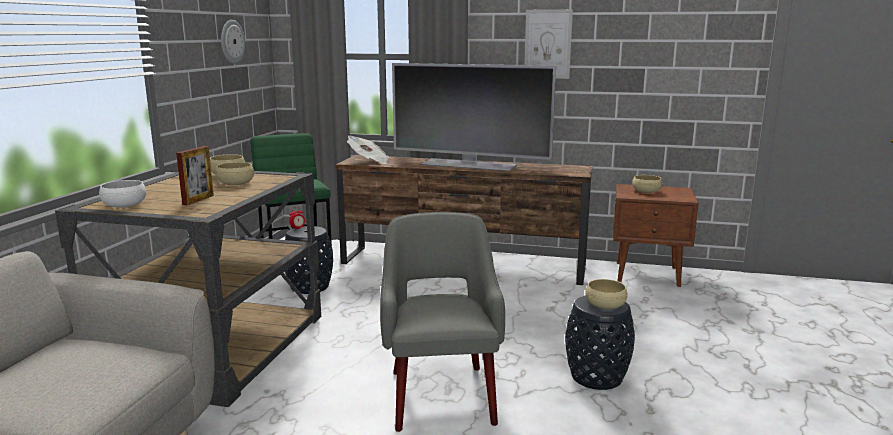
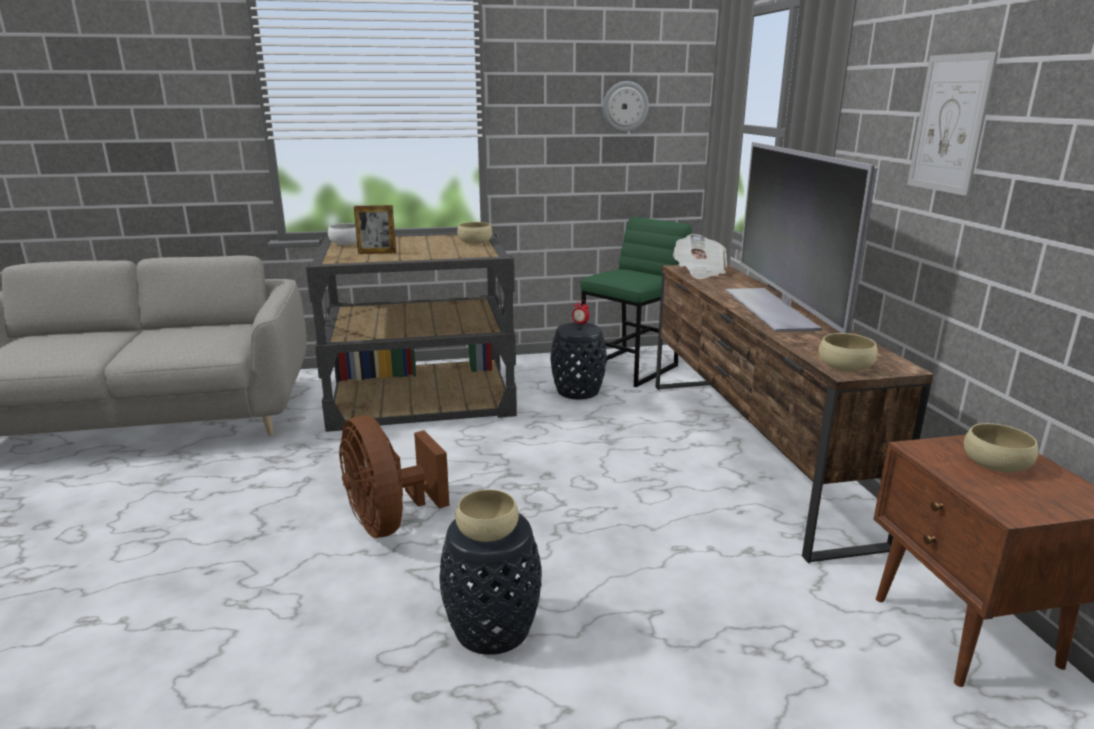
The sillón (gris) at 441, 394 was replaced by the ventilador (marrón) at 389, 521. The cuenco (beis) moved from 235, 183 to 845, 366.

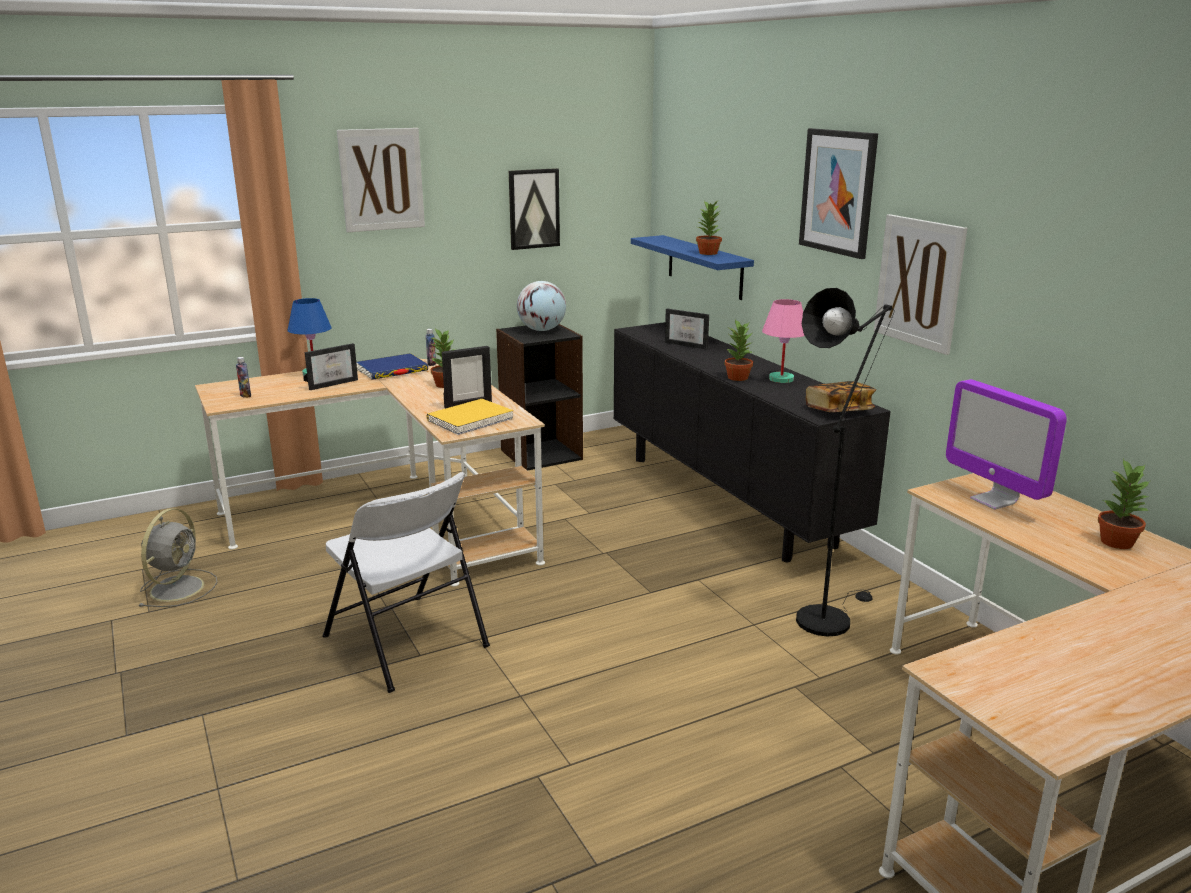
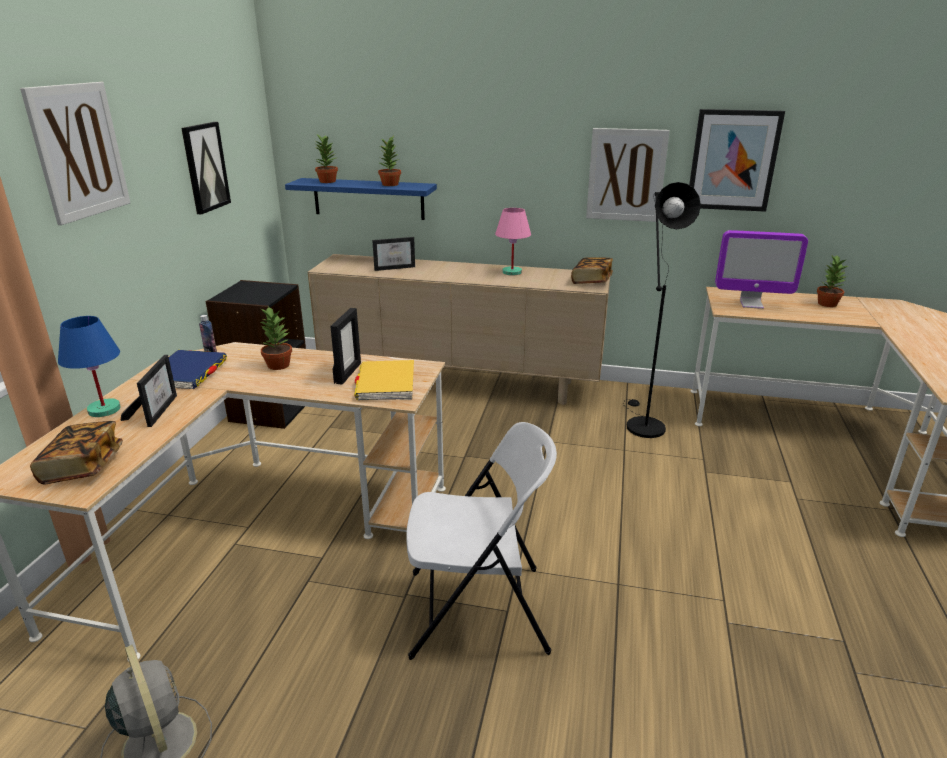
The botella at 245, 395 was replaced by the libro at 83, 467. The armario (negro) at 727, 499 became the armario (beis) at 460, 381. The planta en maceta moved from 738, 377 to 327, 181. The cuadro moved from 838, 192 to 733, 160. The globo terráqueo at 542, 330 disappeared.

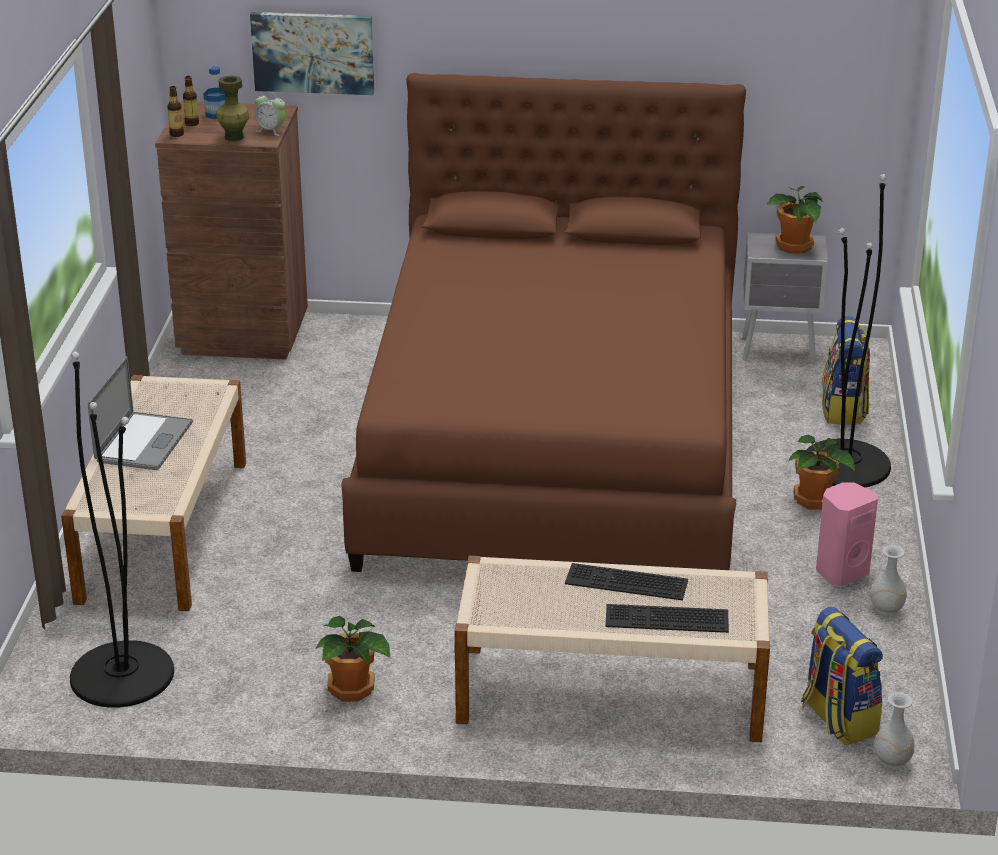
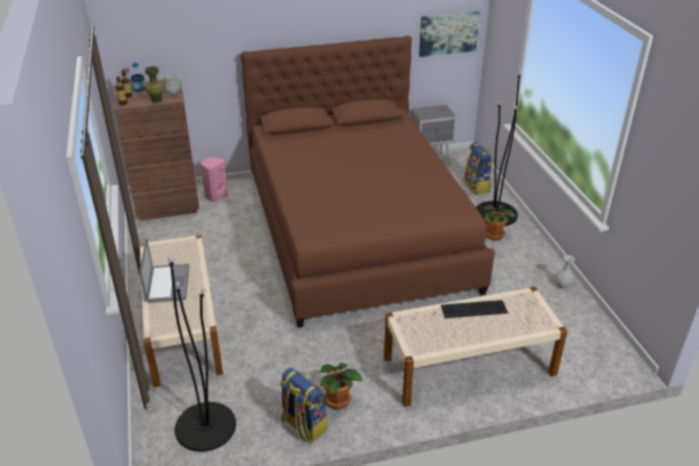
The altavoz (rosa) moved from 840, 571 to 215, 196. The mochila moved from 837, 719 to 303, 425. The cuadro moved from 313, 52 to 448, 33. The teclado at 665, 620 disappeared. The planta en maceta at 794, 247 disappeared. The florero (blanco) at 891, 761 disappeared.

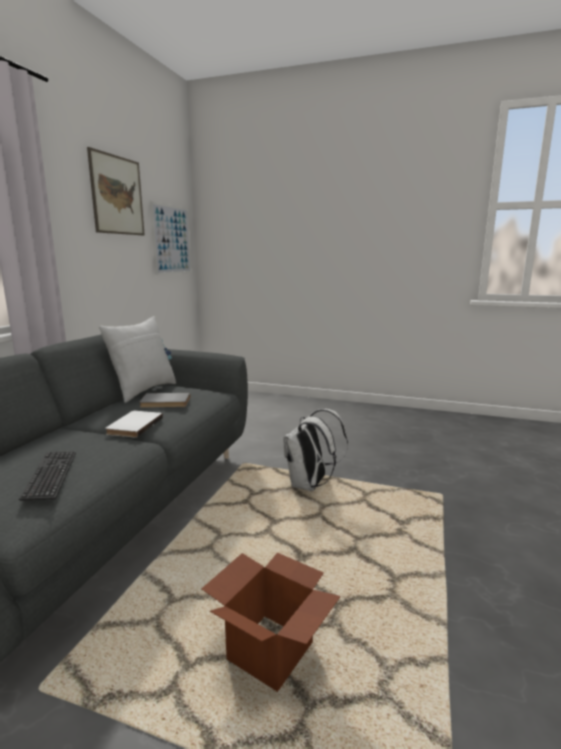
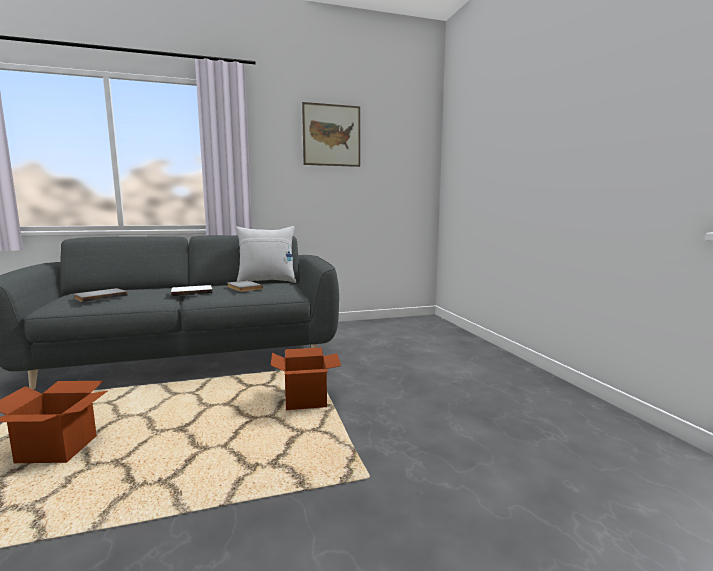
The teclado at 50, 476 was replaced by the libro (gris) at 100, 297. The mochila (blanco) at 310, 485 was replaced by the caja de cartón at 305, 401. The cuadro at 171, 240 disappeared.

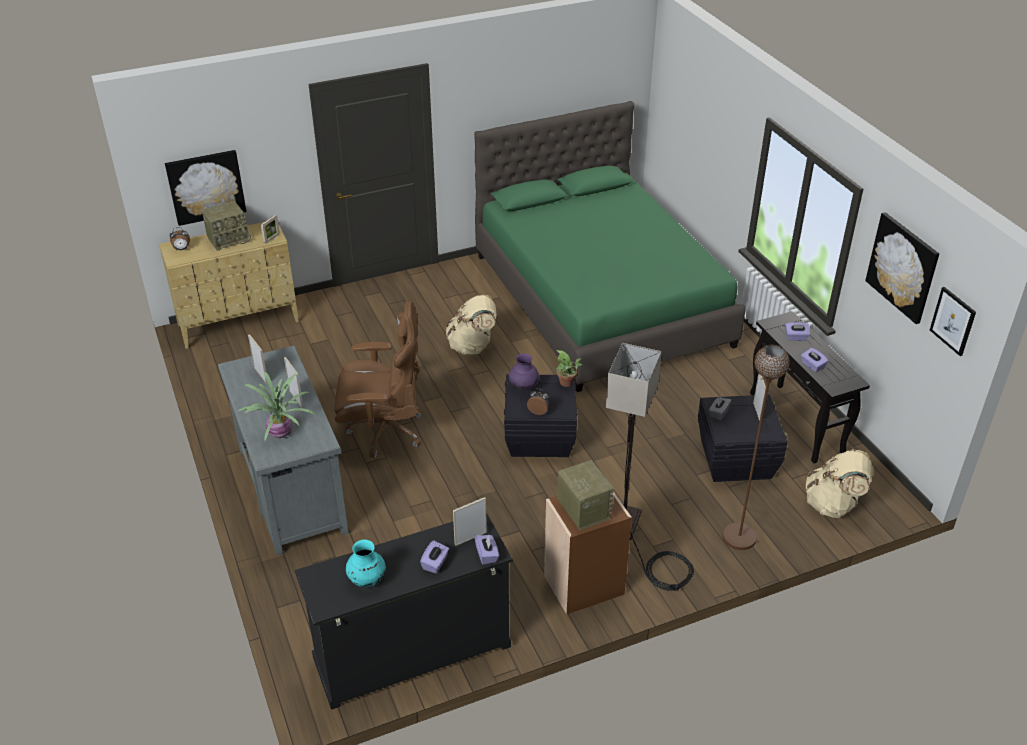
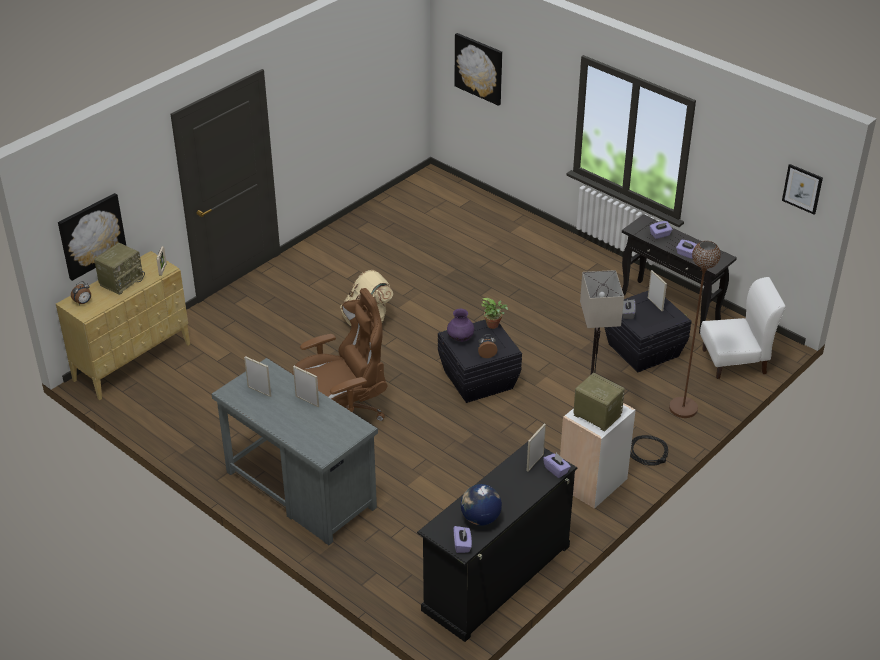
The cuadro moved from 903, 267 to 479, 68. The caja de pañuelos (morado) moved from 435, 563 to 462, 545. The florero (turquesa) at 366, 580 was replaced by the globo terráqueo at 480, 519. The estantería (marrón) at 583, 586 became the estantería (blanco) at 592, 483. The mochila (beis) at 833, 504 was replaced by the silla (blanco) at 734, 361. The planta en maceta at 279, 434 disappeared. The cama (verde) at 600, 299 disappeared.

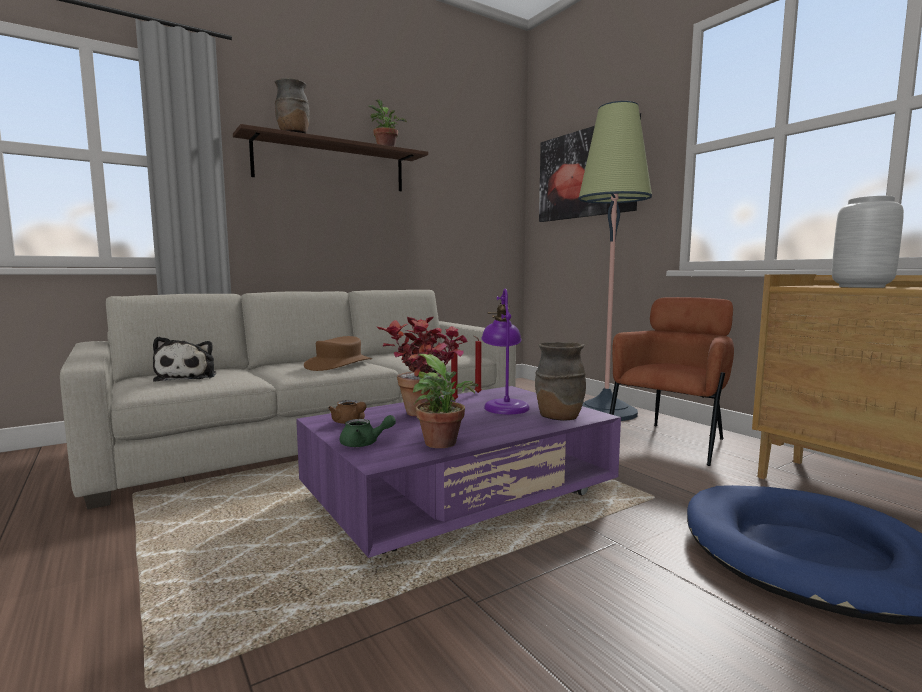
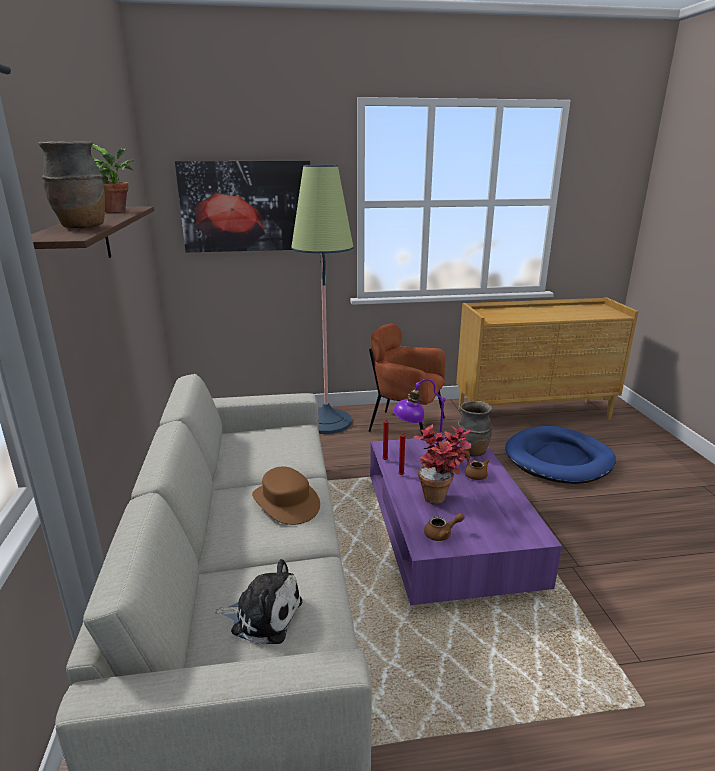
The sillón (marrón) at 671, 442 turned 45 degrees counterclockwise. The tetera (marrón) at 474, 473 appeared. The tetera (verde) at 364, 444 disappeared. The planta en maceta at 443, 444 disappeared. The florero (gris) at 860, 287 disappeared.

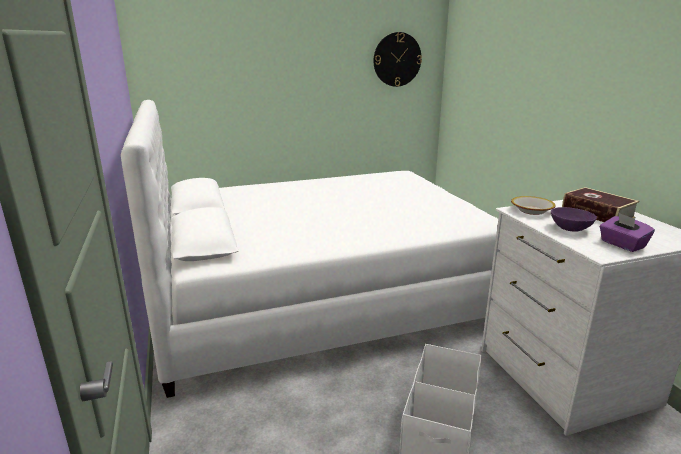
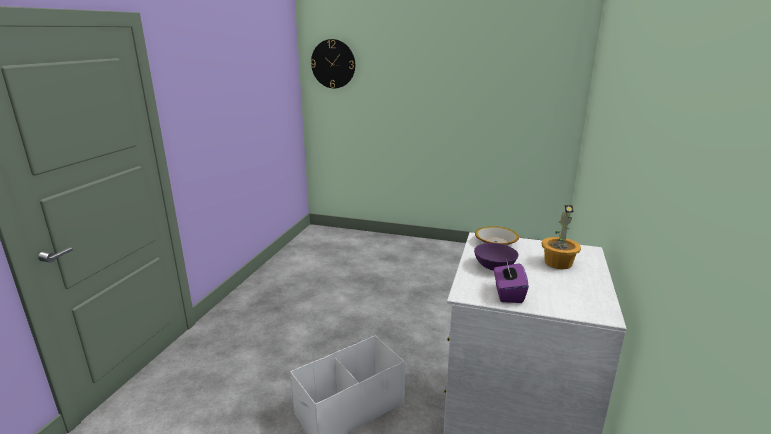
The reloj de pared moved from 397, 59 to 333, 64. The libro at 597, 213 was replaced by the planta en maceta at 558, 262. The cama (blanco) at 324, 294 disappeared.

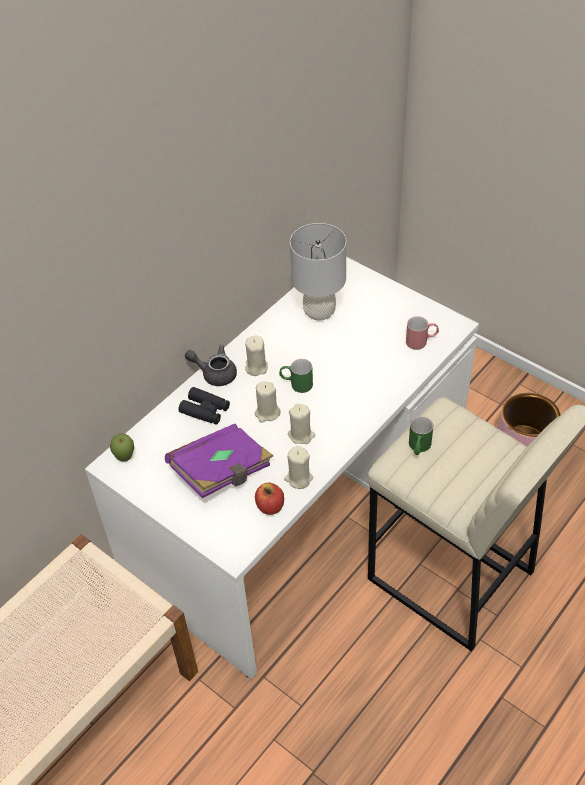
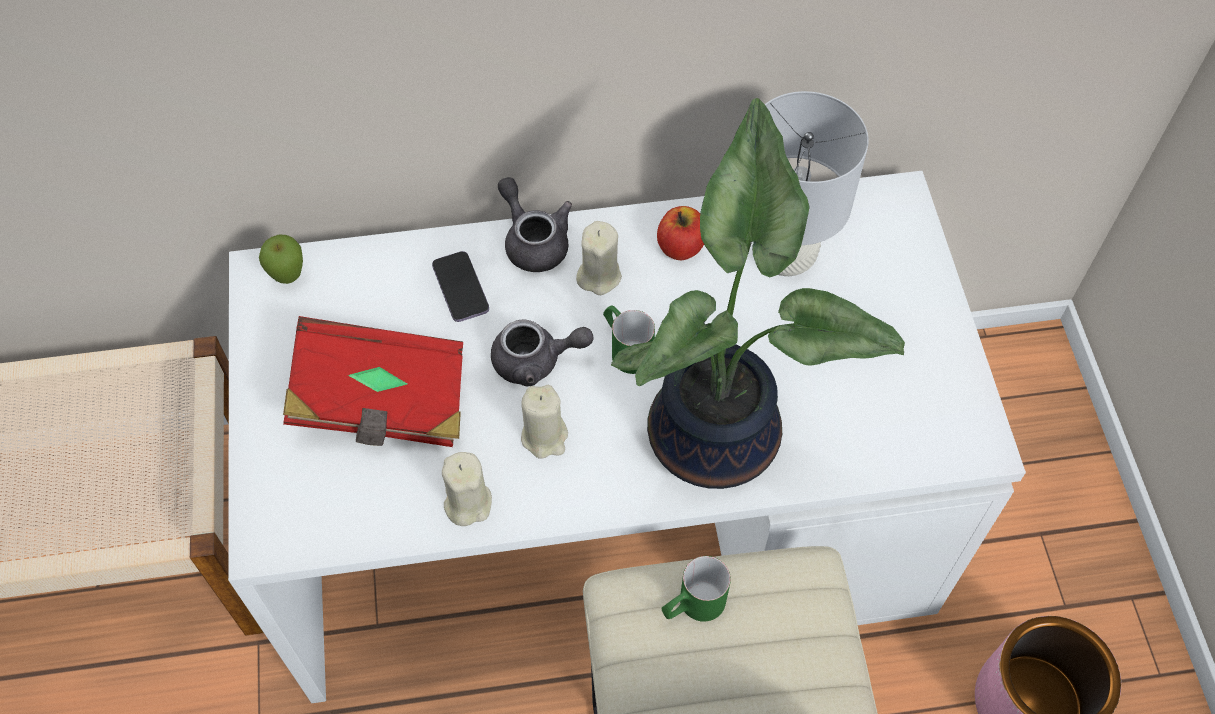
The libro (morado) at 222, 472 became the libro (rojo) at 381, 403. The prismáticos (negro) at 205, 410 was replaced by the móvil at 460, 288. The vela (beis) at 267, 413 was replaced by the tetera (gris) at 536, 361. The planta en maceta at 720, 430 appeared. The manzana moved from 270, 506 to 681, 247. The taza grande (rojo) at 421, 341 disappeared.

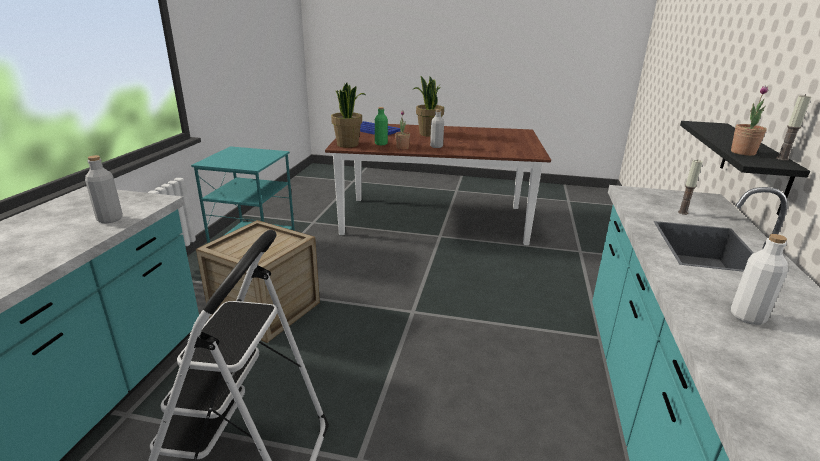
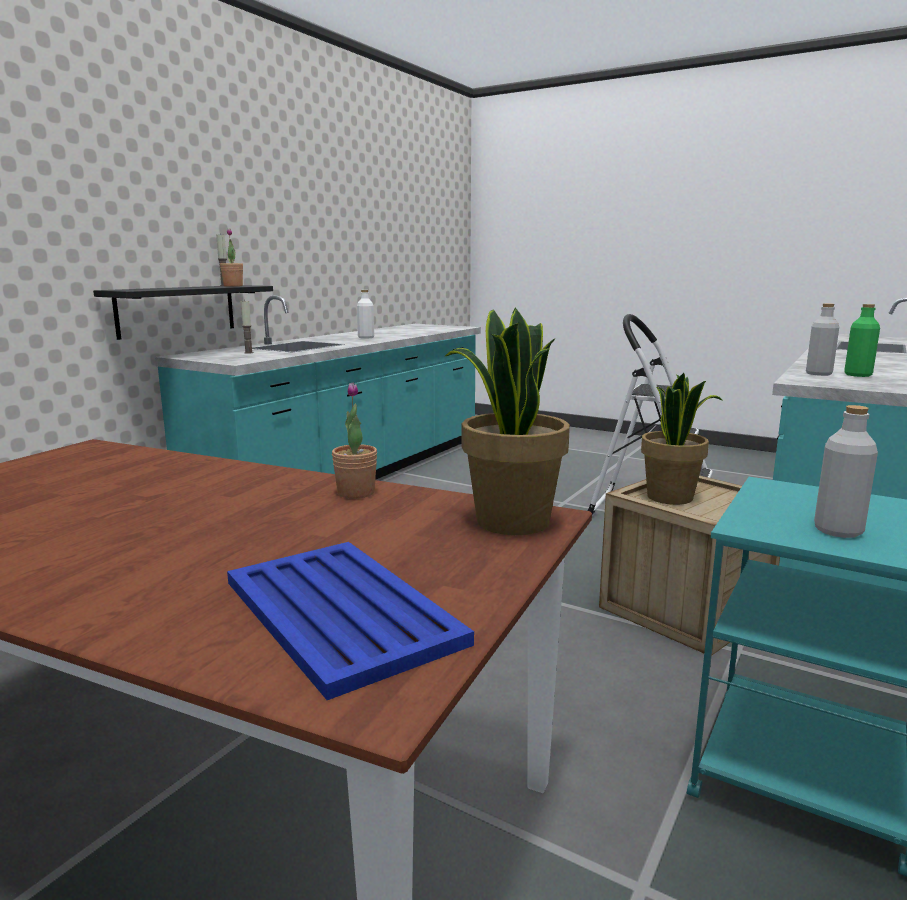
The planta en maceta moved from 428, 134 to 671, 497. The botella (gris) moved from 436, 146 to 838, 530. The botella (verde) moved from 381, 144 to 858, 375.

